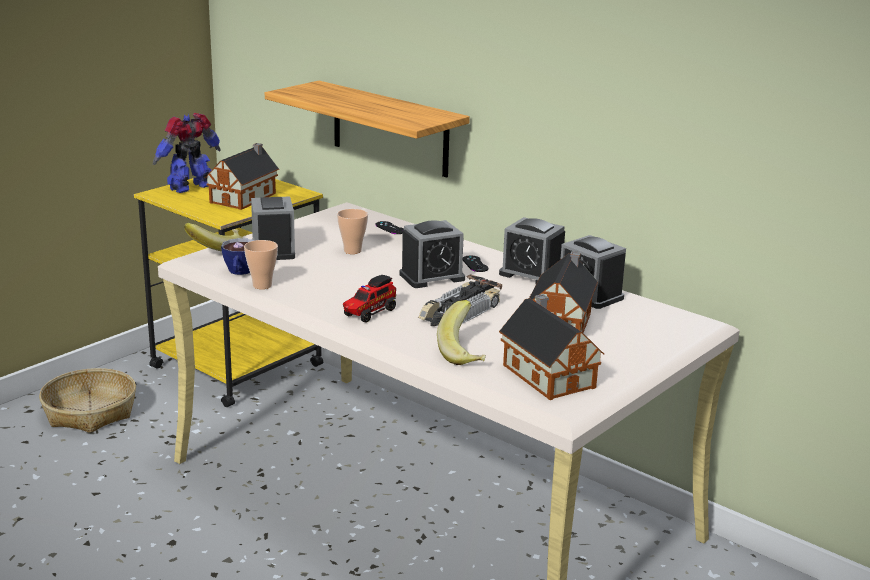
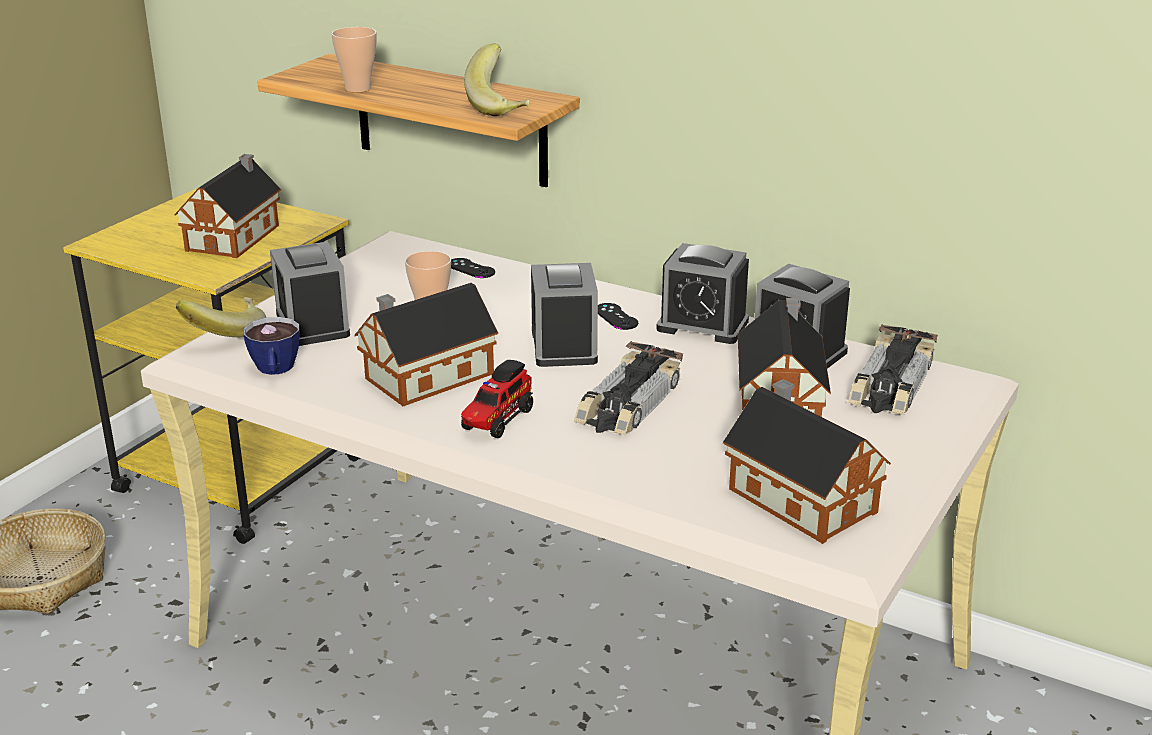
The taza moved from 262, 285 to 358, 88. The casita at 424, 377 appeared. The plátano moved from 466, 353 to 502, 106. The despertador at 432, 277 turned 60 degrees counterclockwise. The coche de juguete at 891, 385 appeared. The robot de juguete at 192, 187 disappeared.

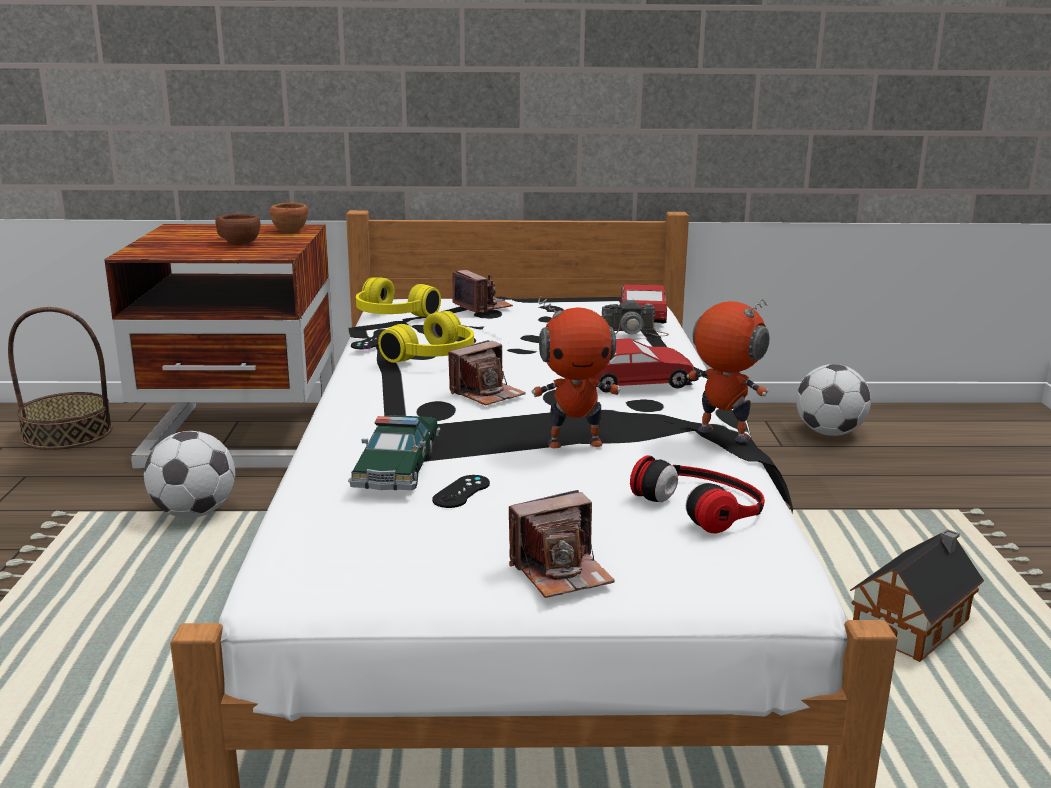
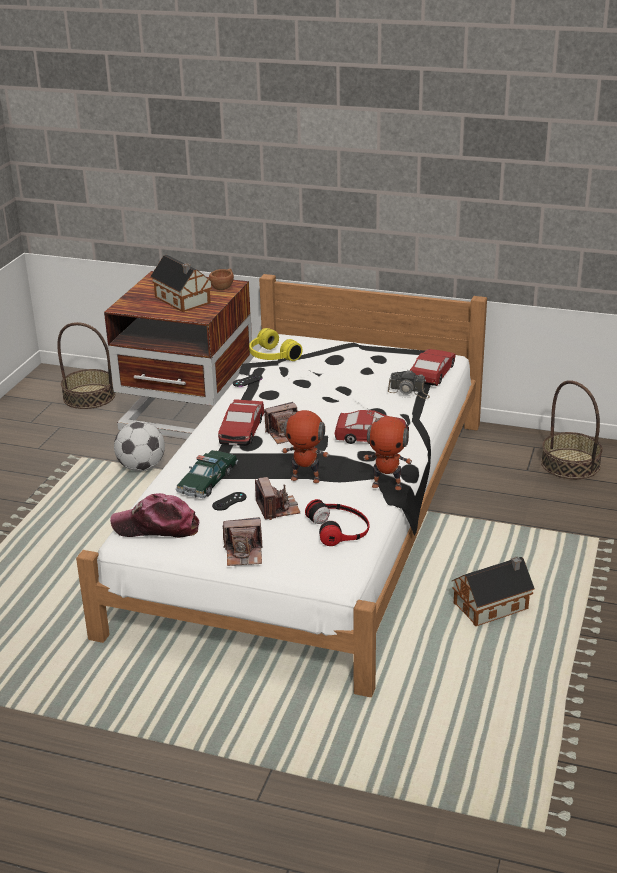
The gorra at 156, 527 appeared. The taza (marrón) at 236, 243 was replaced by the casita at 183, 301. The coche de juguete at 241, 431 appeared. The cámara moved from 482, 306 to 277, 508. The robot de juguete at 722, 435 turned 135 degrees clockwise. The balón de fútbol at 829, 433 was replaced by the cesta at 570, 464. The auriculares (amarillo) at 436, 356 disappeared.

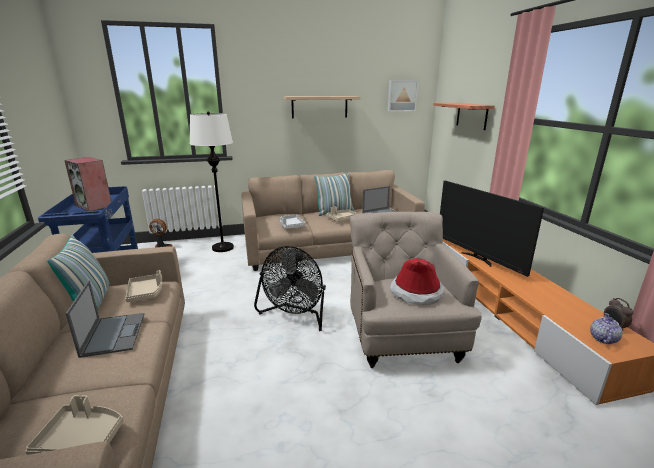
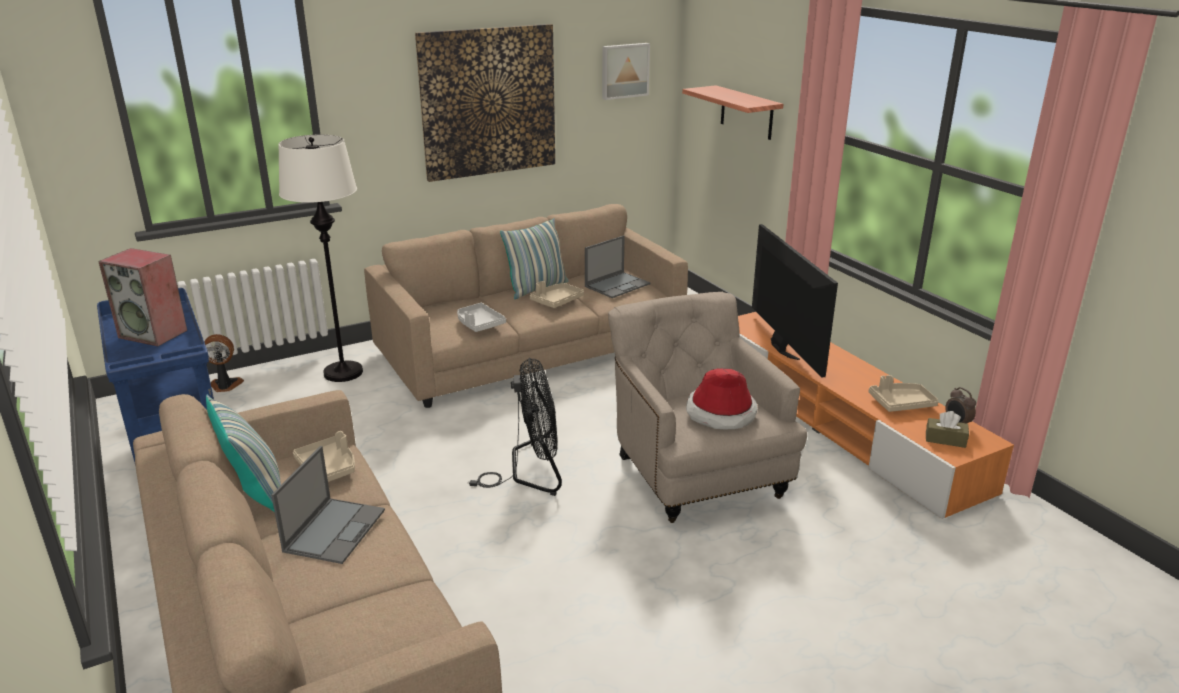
The portátil at 114, 334 turned 45 degrees clockwise. The estante at 319, 107 was replaced by the cuadro at 488, 102. The ventilador (negro) at 293, 313 turned 105 degrees counterclockwise. The televisor at 478, 258 turned 150 degrees counterclockwise. The bandeja (beis) moved from 82, 438 to 901, 403. The tetera at 602, 338 was replaced by the caja de pañuelos (marrón) at 945, 439.

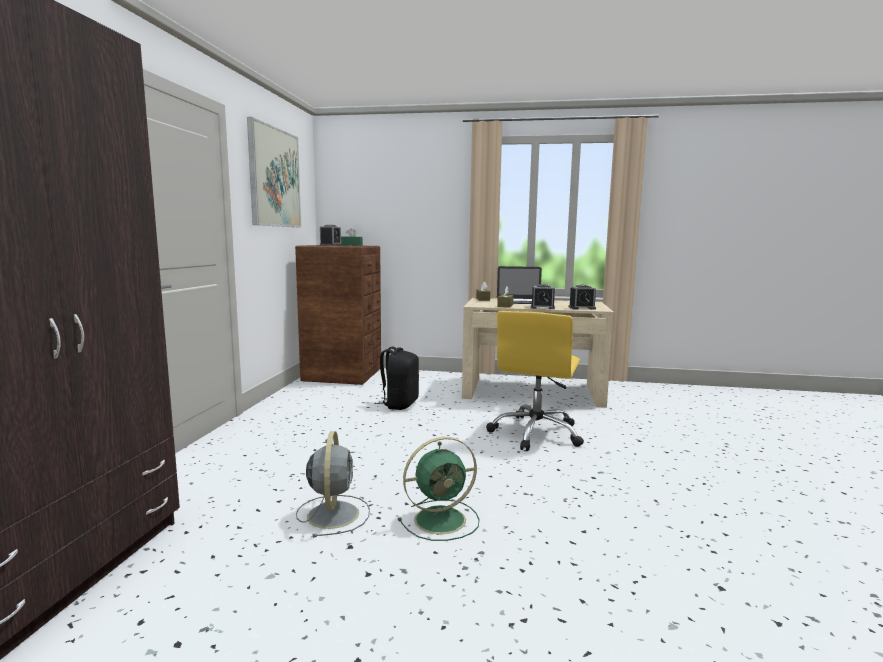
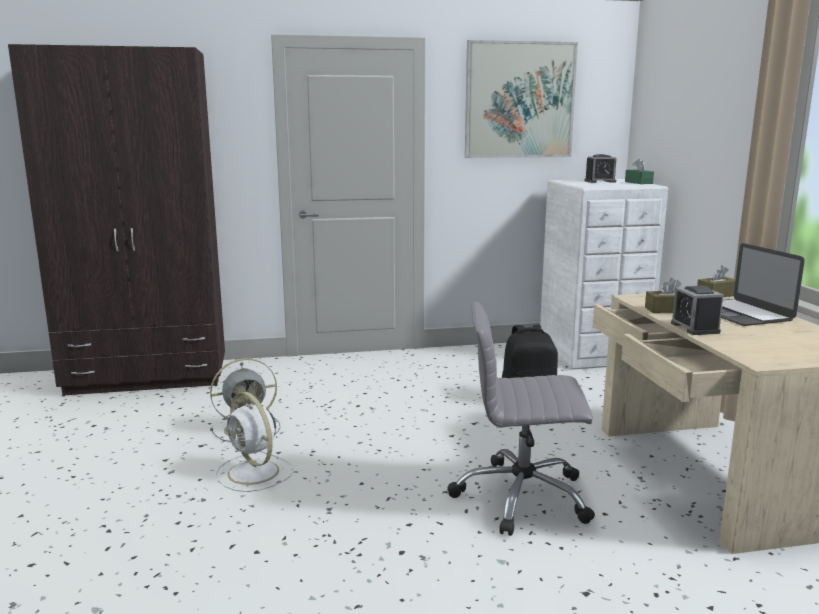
The ventilador (verde) at 442, 519 became the ventilador (blanco) at 254, 473. The silla de oficina (amarillo) at 536, 433 became the silla de oficina (gris) at 521, 497. The cómoda (marrón) at 343, 374 became the cómoda (blanco) at 593, 353. The despertador at 582, 308 disappeared.

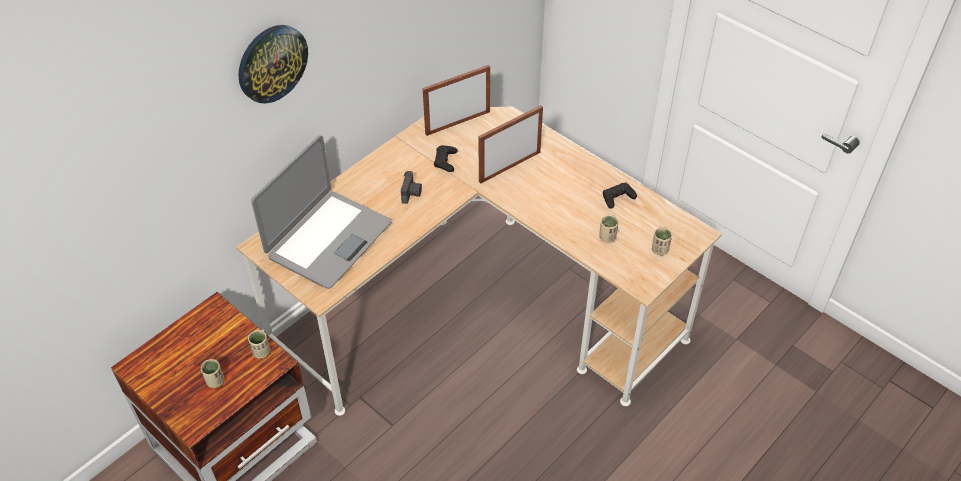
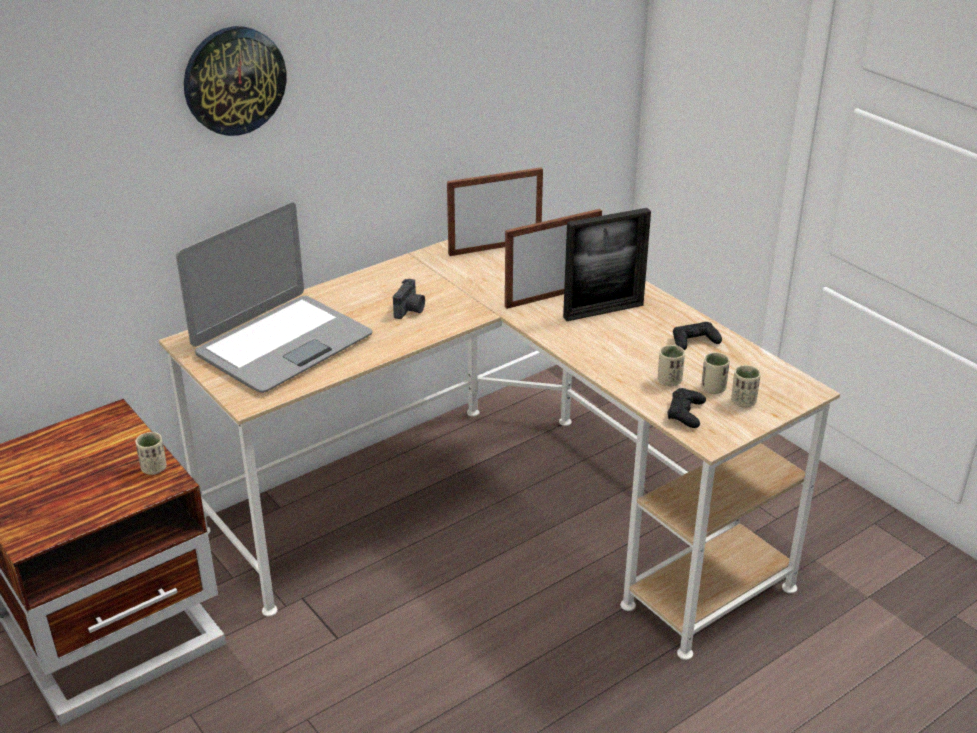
The portarretratos at 603, 311 appeared. The mando de consola (negro) moved from 445, 161 to 685, 413. The taza (beis) moved from 215, 381 to 713, 389.

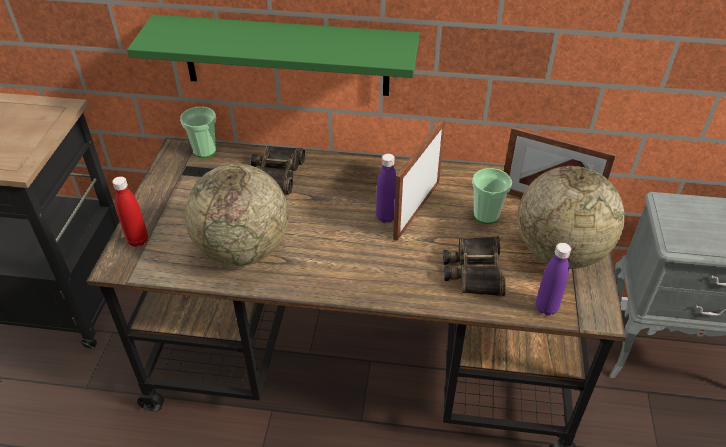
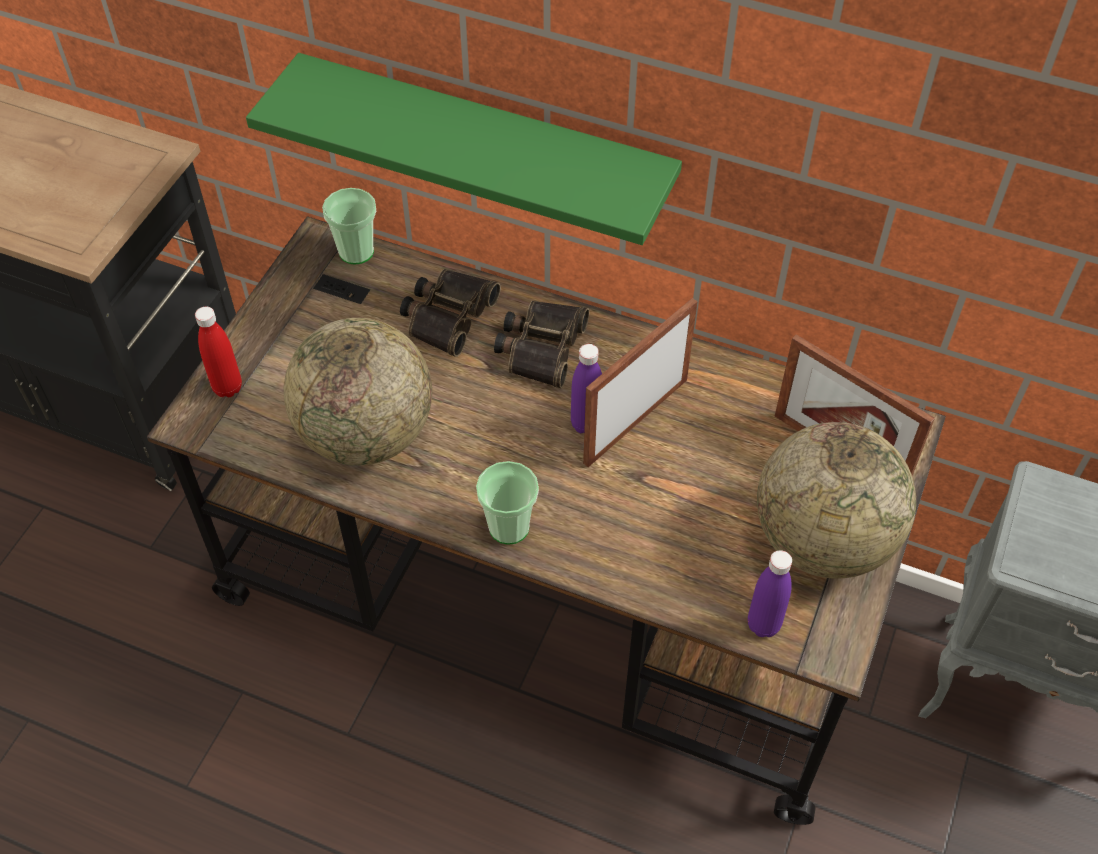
The taza moved from 486, 215 to 509, 527. The prismáticos moved from 473, 270 to 540, 347.

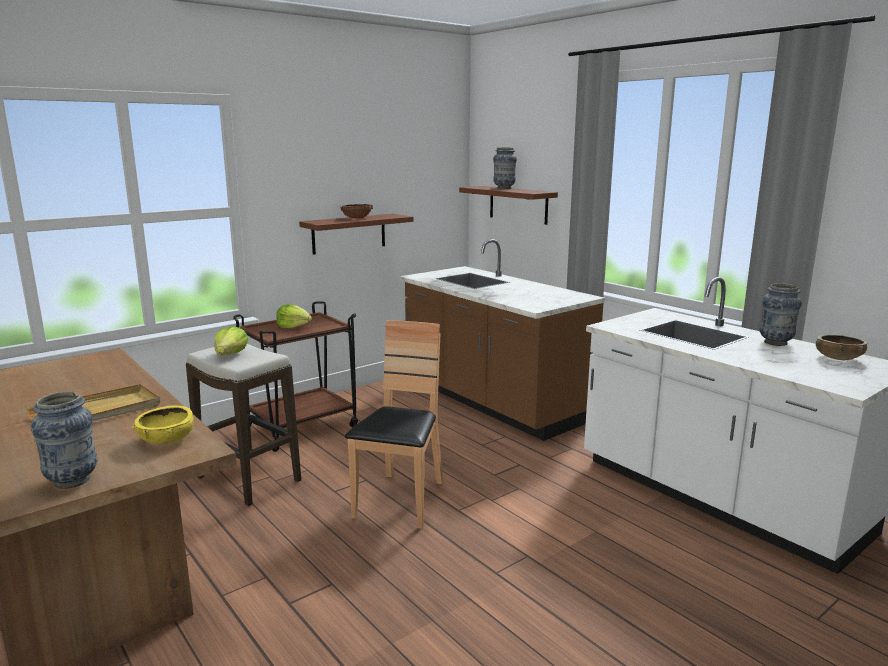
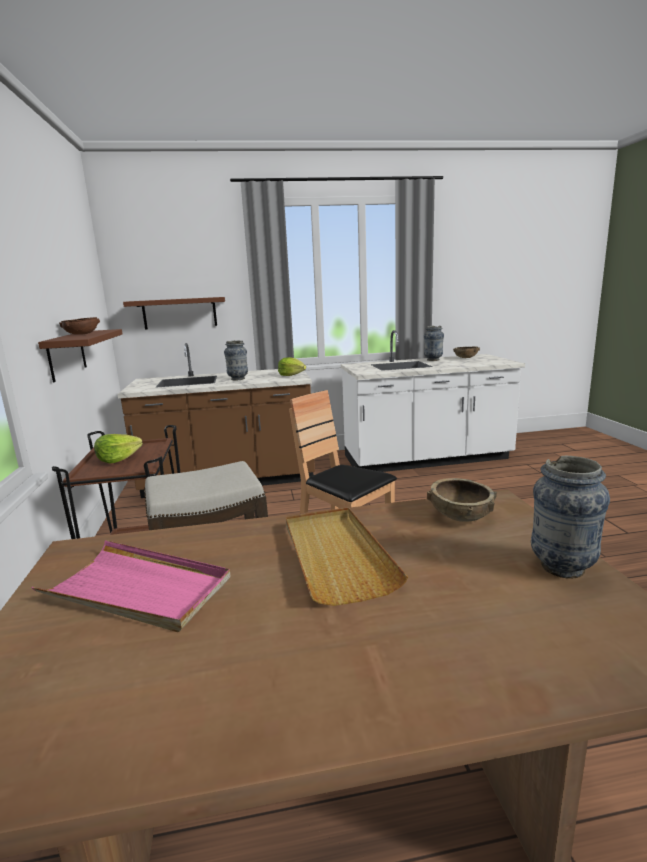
The bandeja (rosa) at 138, 589 appeared. The florero moved from 504, 188 to 238, 379. The lechuga moved from 231, 354 to 291, 375. The cuenco (amarillo) at 167, 439 became the cuenco (marrón) at 460, 516.

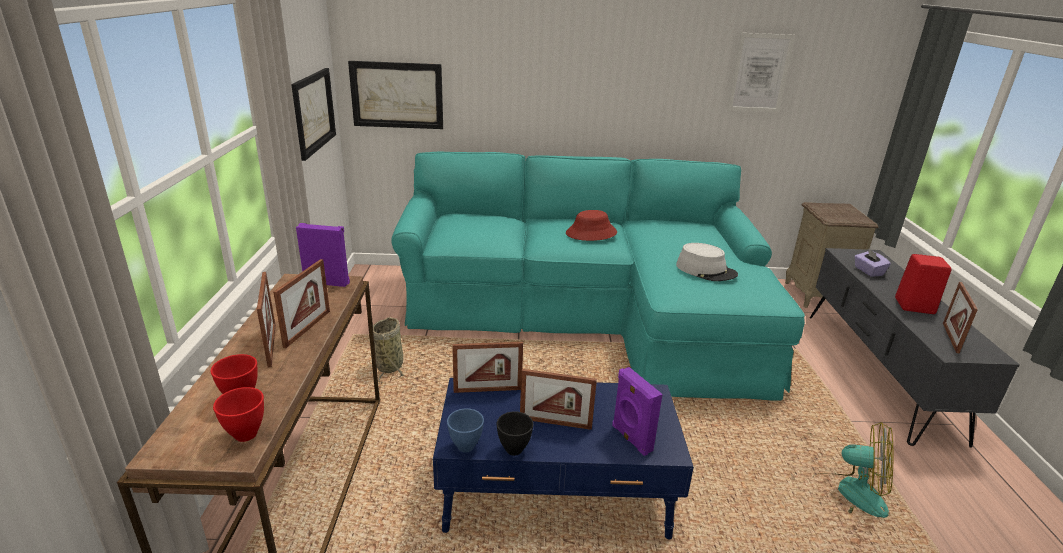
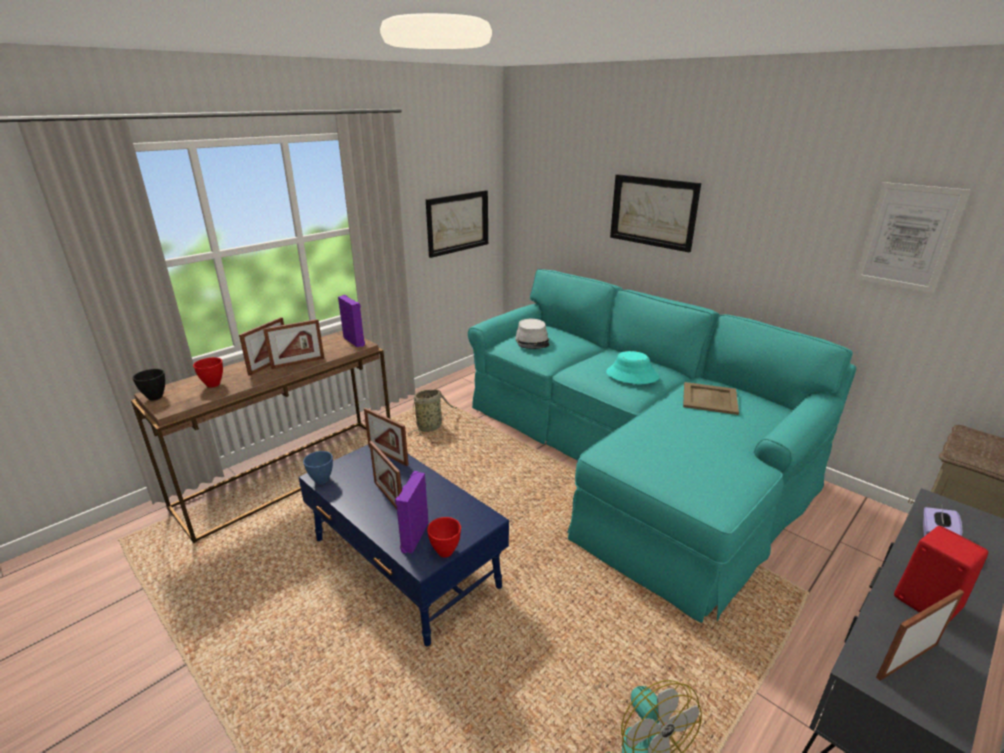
The cuenco (negro) moved from 515, 449 to 156, 397. The cuenco (rojo) moved from 245, 435 to 444, 552. The sombrero (gris) moved from 706, 270 to 532, 341. The sombrero (rojo) at 591, 233 became the sombrero (turquesa) at 632, 375. The cuadro moved from 397, 95 to 653, 212. The bandeja (beis) at 710, 399 appeared.

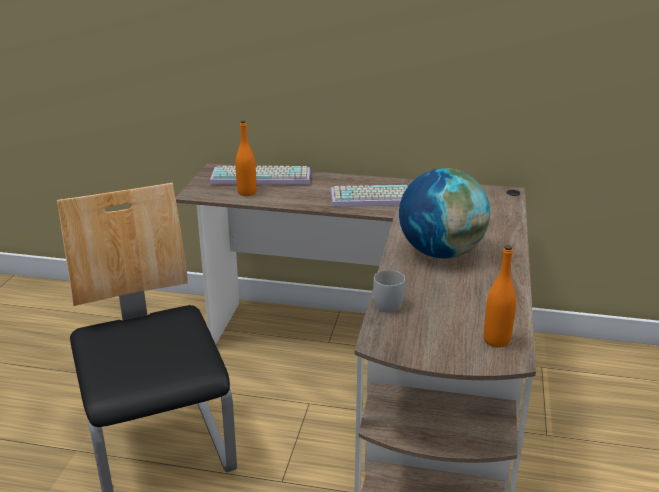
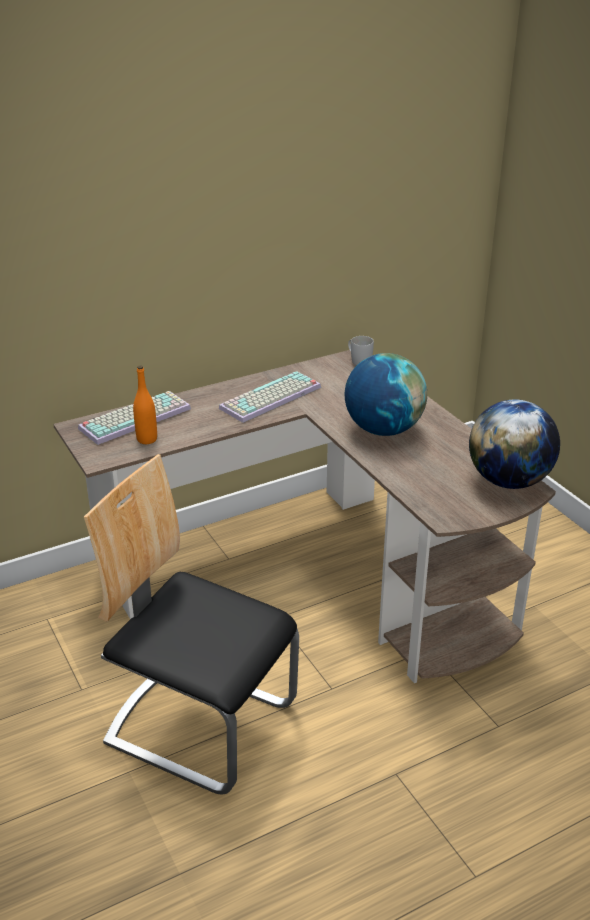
The taza grande (blanco) moved from 388, 302 to 358, 360. The botella (naranja) at 496, 340 was replaced by the globo terráqueo at 508, 481.

